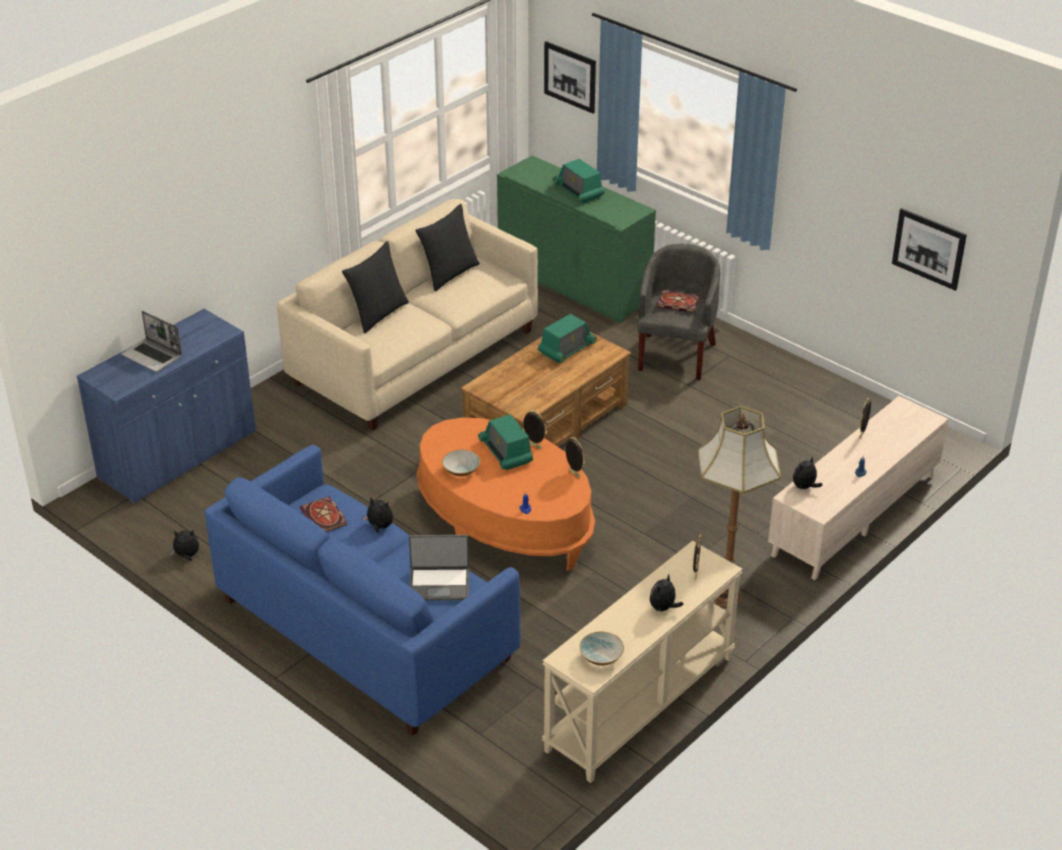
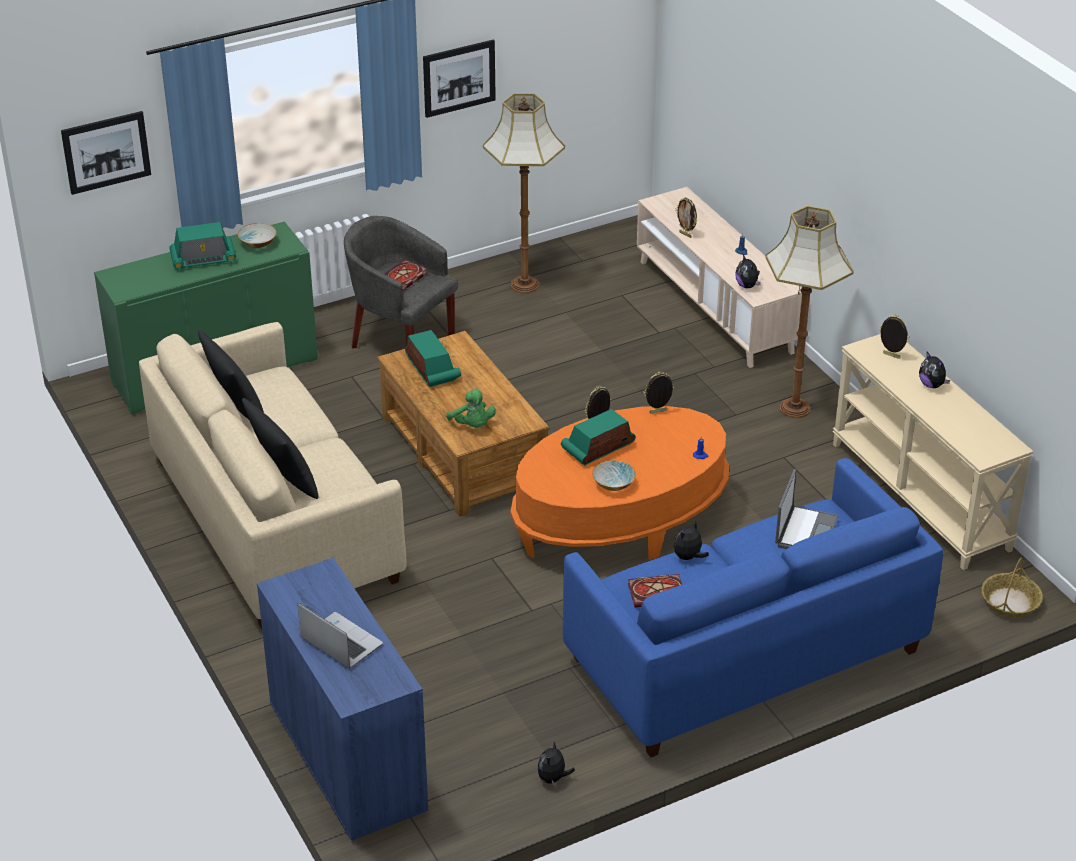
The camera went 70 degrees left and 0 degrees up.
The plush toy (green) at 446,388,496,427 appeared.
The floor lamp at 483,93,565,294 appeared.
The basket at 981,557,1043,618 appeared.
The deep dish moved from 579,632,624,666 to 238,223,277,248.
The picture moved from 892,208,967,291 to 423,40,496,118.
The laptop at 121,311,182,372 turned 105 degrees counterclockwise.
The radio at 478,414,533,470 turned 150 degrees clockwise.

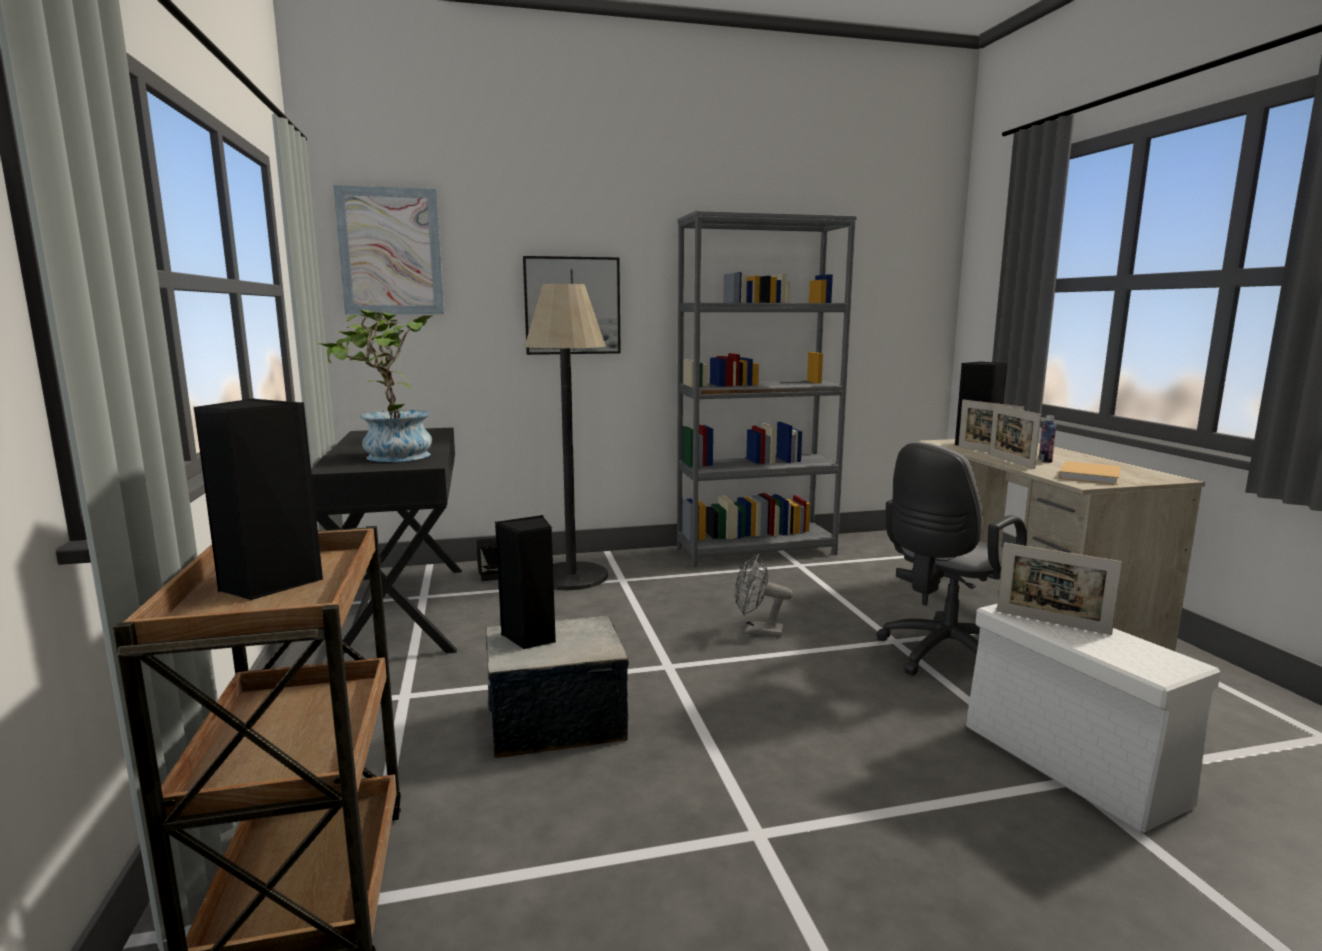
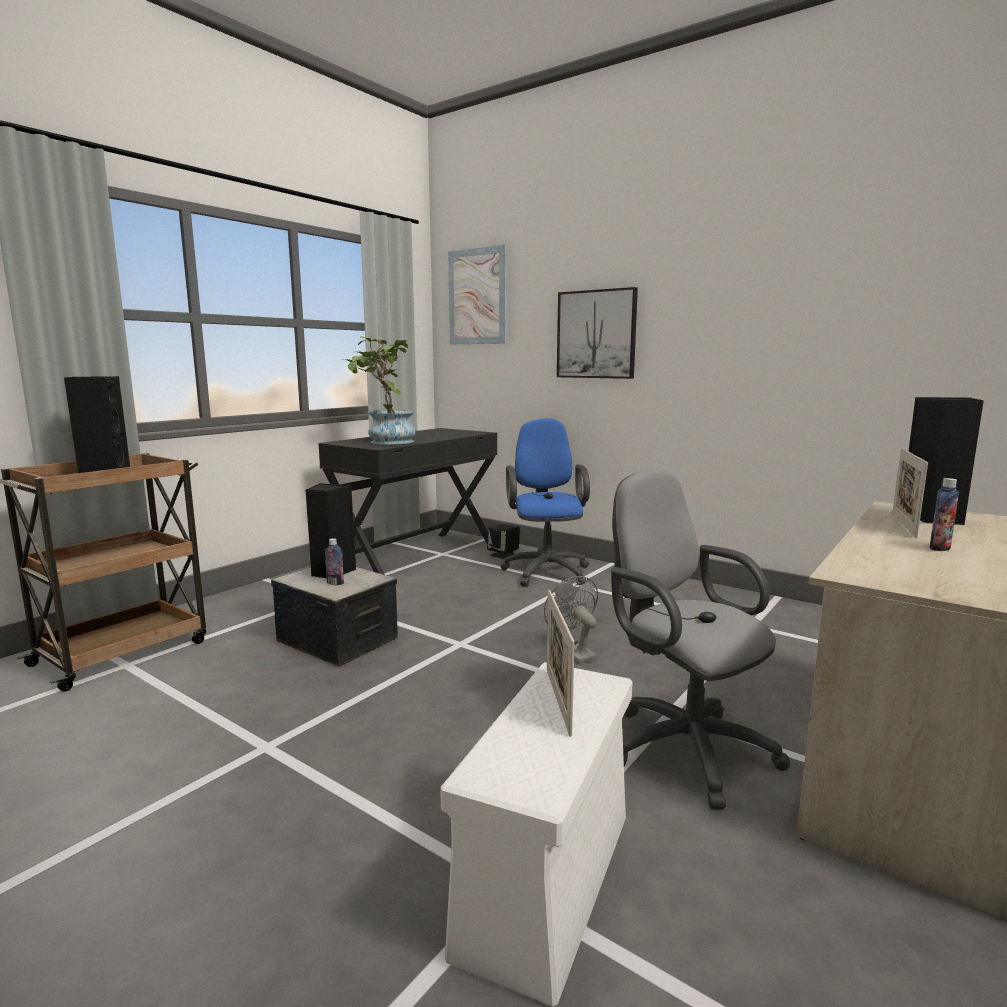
The camera went 50 degrees right and 0 degrees up.
The shelving unit (gray) at 677,210,857,567 disappeared.
The photo frame at 989,405,1041,469 disappeared.
The bound book (sand-coloured) at 1059,461,1121,485 disappeared.
The bottle at 325,538,344,585 appeared.
The floor lamp at 525,284,608,590 was replaced by the office chair (bluish) at 500,418,590,587.
The office chair (gray) at 876,442,1027,676 turned 45 degrees clockwise.

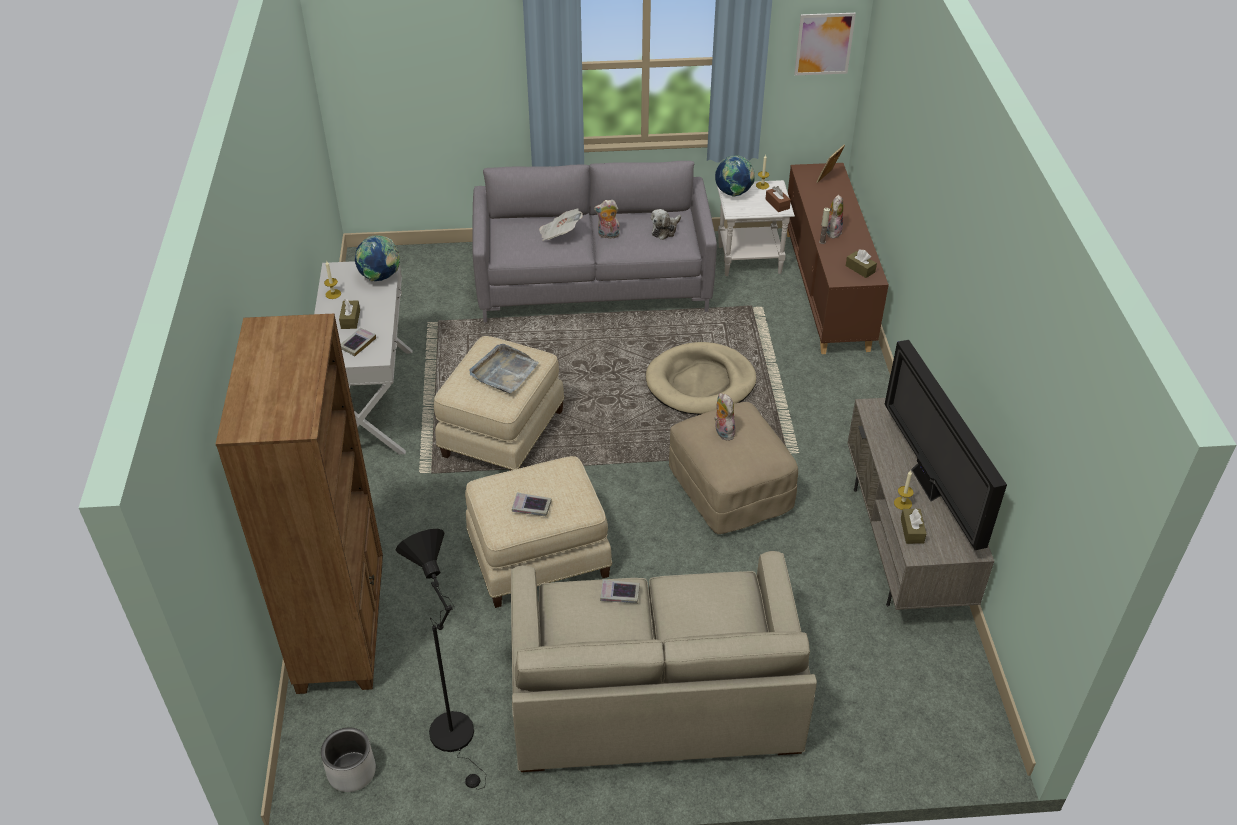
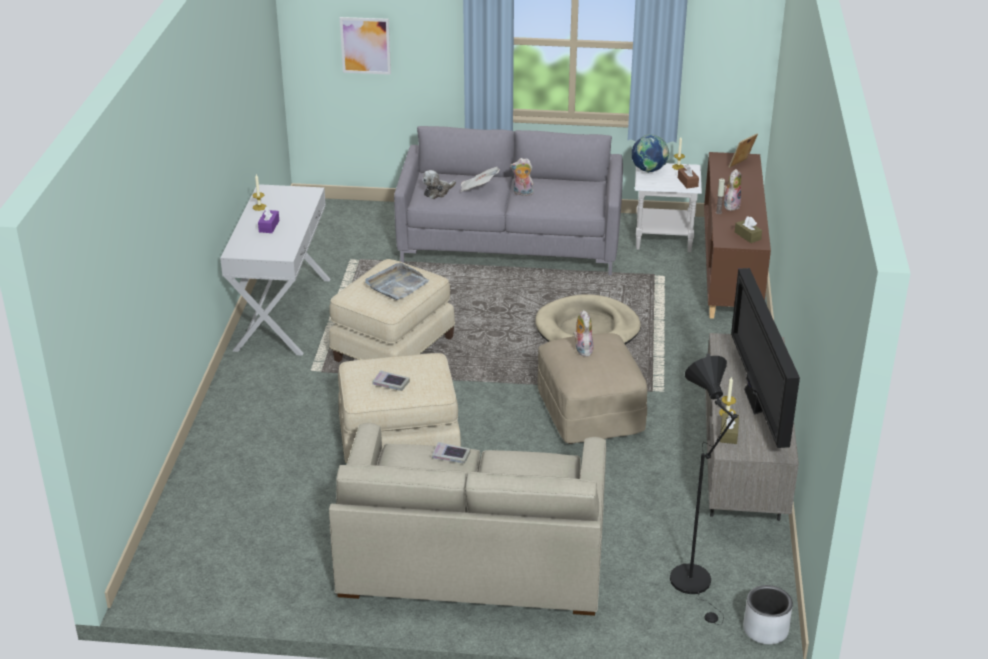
The camera went 10 degrees right and 10 degrees down.
The shelving unit (brown) at 216,314,383,694 disappeared.
The bound book at 341,328,376,356 disappeared.
The world globe at 355,235,400,281 disappeared.
The flower pot (gray) moved from 321,728,376,792 to 743,585,793,644.
The floor lamp (blackish) moved from 396,529,486,790 to 670,356,738,625.
The plush toy moved from 651,209,681,240 to 423,170,456,199.
The picture moved from 794,13,856,75 to 340,17,391,75.
The box of tissues (brown) at 339,299,360,329 became the box of tissues (purplish) at 258,207,279,233.

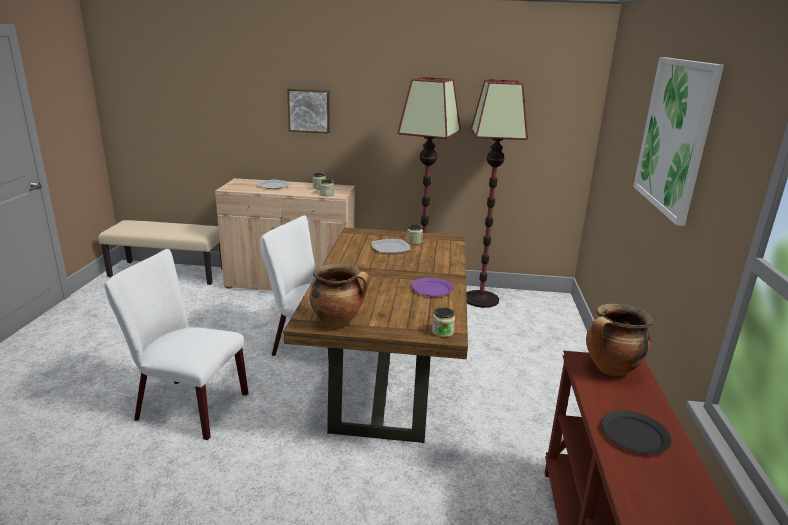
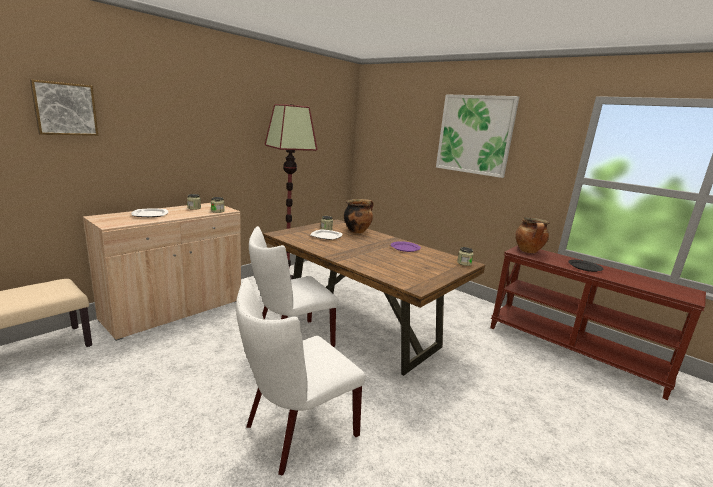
The camera went 55 degrees left and 5 degrees down.
The floor lamp at 466,79,528,308 disappeared.
The picture moved from 287,89,330,134 to 30,80,98,136.
The saucepot moved from 310,263,370,328 to 344,199,374,233.

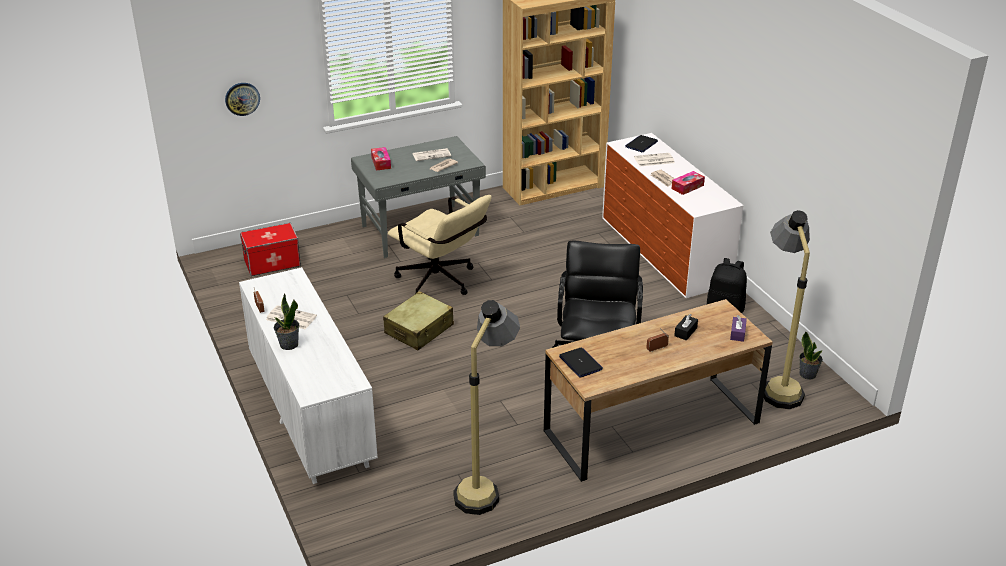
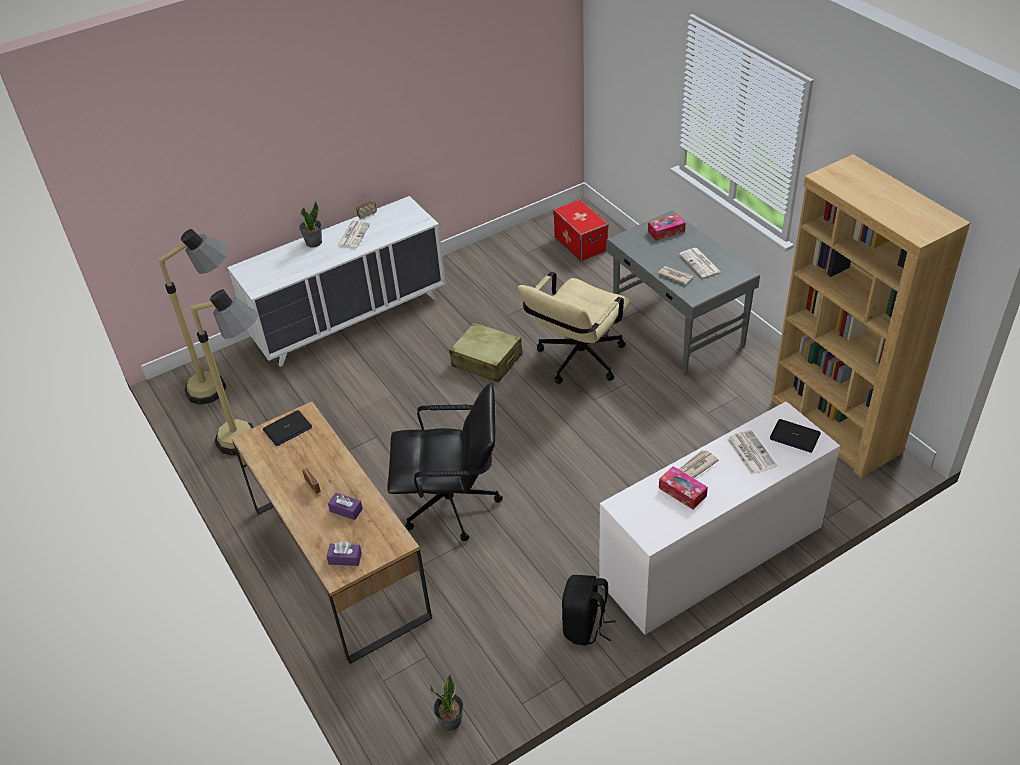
The camera went 85 degrees right and 10 degrees up.
The clock on the wall at 225,83,260,116 disappeared.
The floor lamp moved from 764,210,810,409 to 158,229,228,405.
The box of tissues (blackish) at 674,314,698,341 became the box of tissues (purplish) at 328,493,363,520.

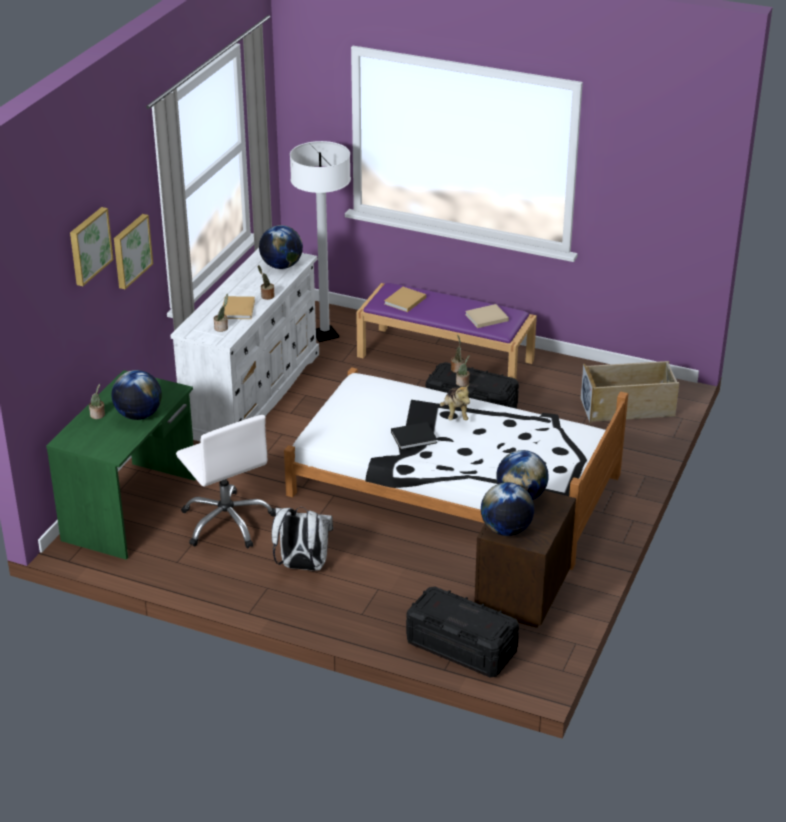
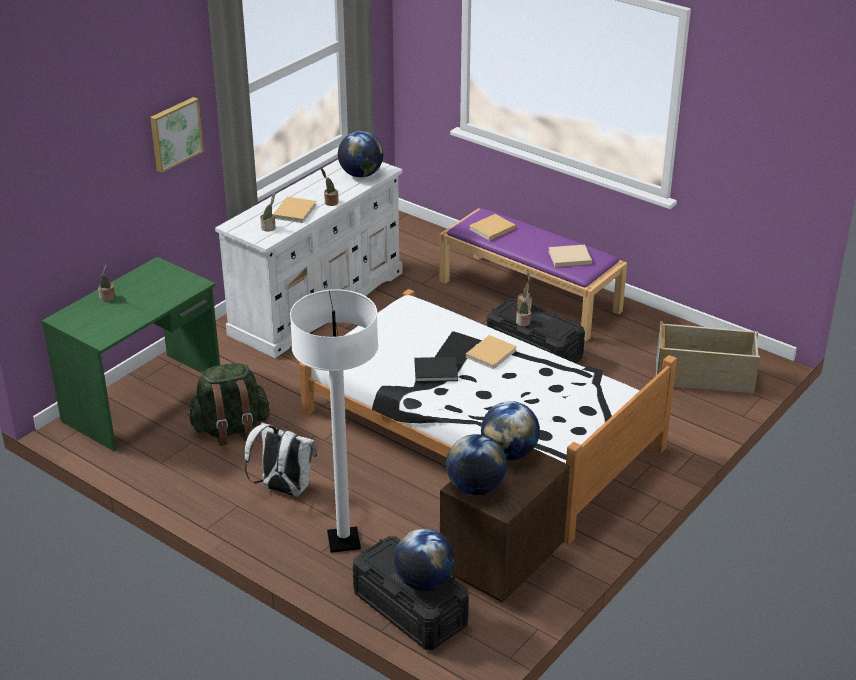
The camera went 15 degrees right and 0 degrees up.
The picture at 70,207,114,286 disappeared.
The world globe moved from 112,370,162,420 to 394,529,455,591.
The floor lamp (whitish) moved from 290,141,351,342 to 290,289,378,553.
The office chair (whitish) at 176,415,276,548 was replaced by the backpack (green) at 187,363,270,446.
The plush toy at 440,384,470,420 was replaced by the bound book (sand-coloured) at 466,335,517,369.

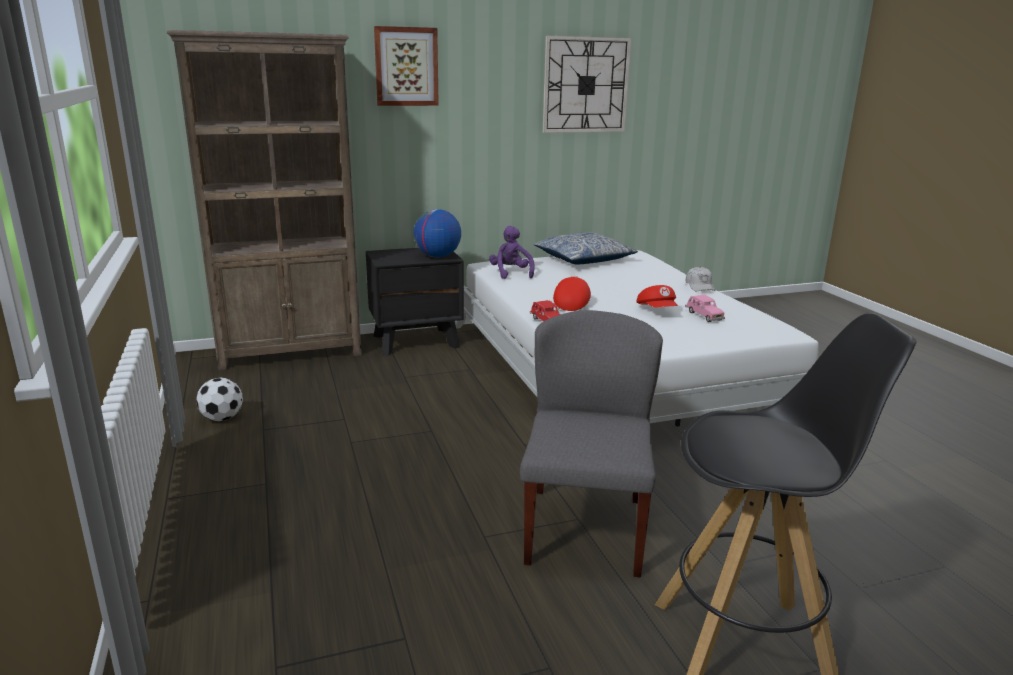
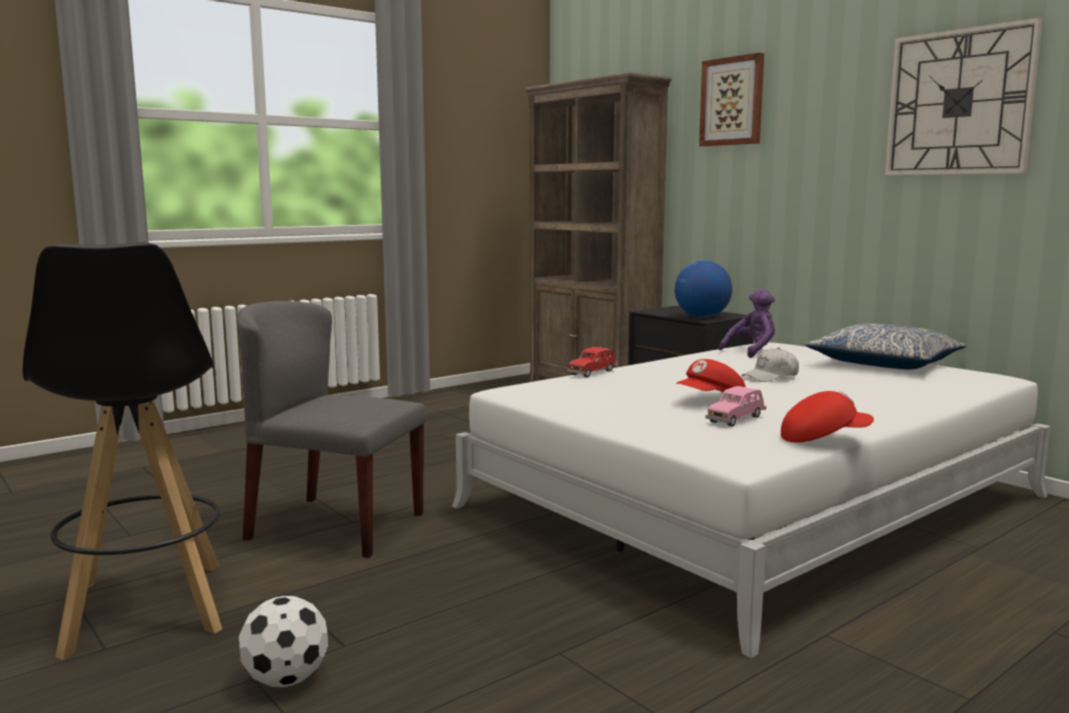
The camera went 70 degrees right and 10 degrees down.
The ball for football moved from 196,378,243,421 to 239,596,328,687.
The baseball cap (red) moved from 553,276,591,311 to 781,391,874,443.
The baseball cap (whitish) moved from 686,266,716,291 to 741,347,799,382.
The plain chair (gray) at 520,310,663,578 turned 150 degrees counterclockwise.

